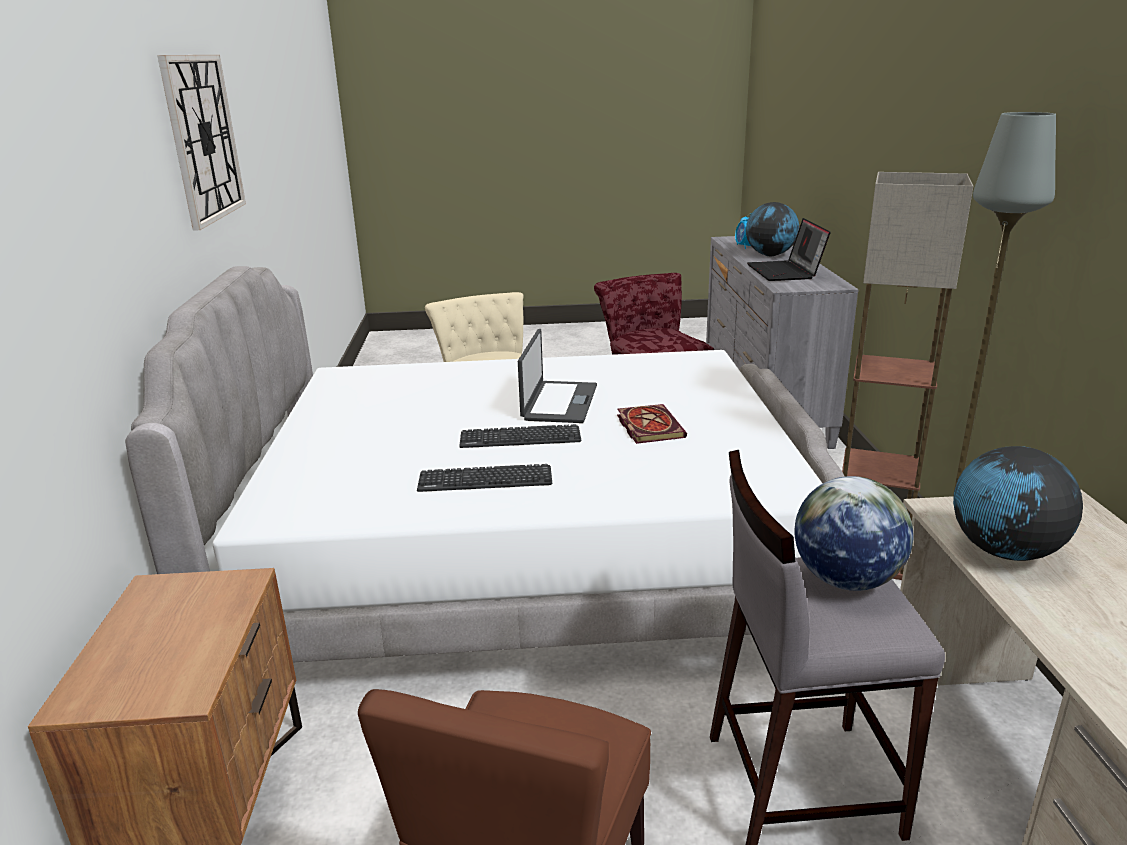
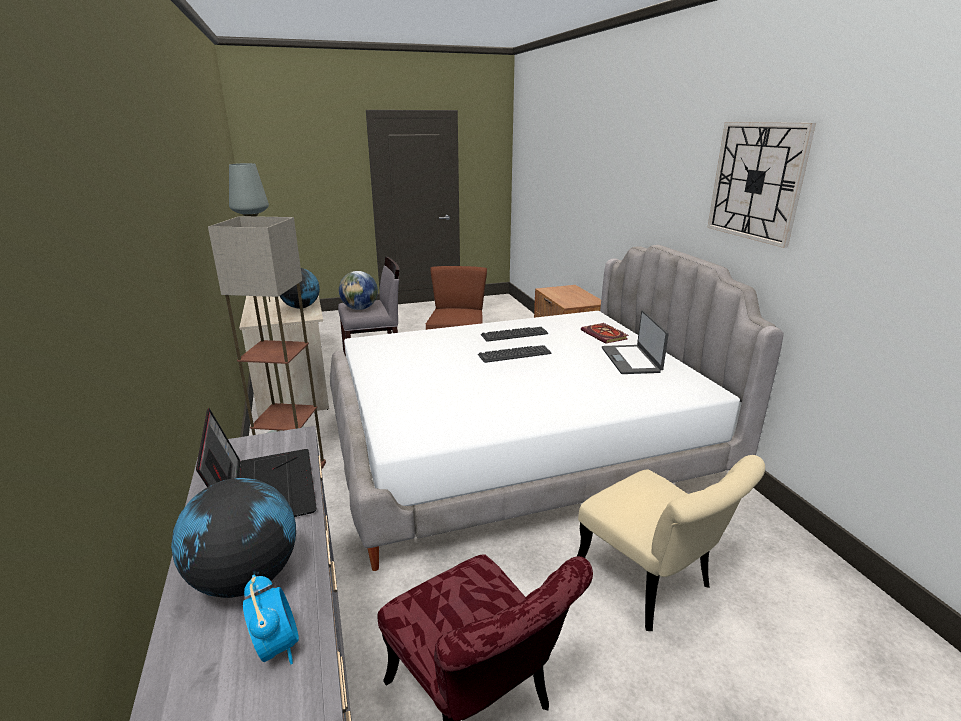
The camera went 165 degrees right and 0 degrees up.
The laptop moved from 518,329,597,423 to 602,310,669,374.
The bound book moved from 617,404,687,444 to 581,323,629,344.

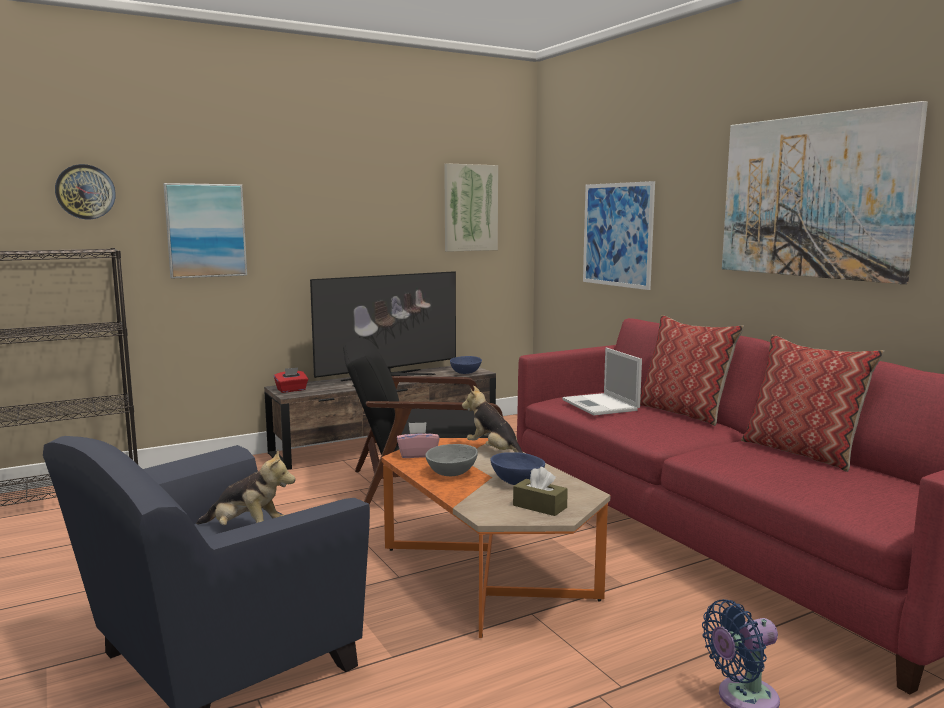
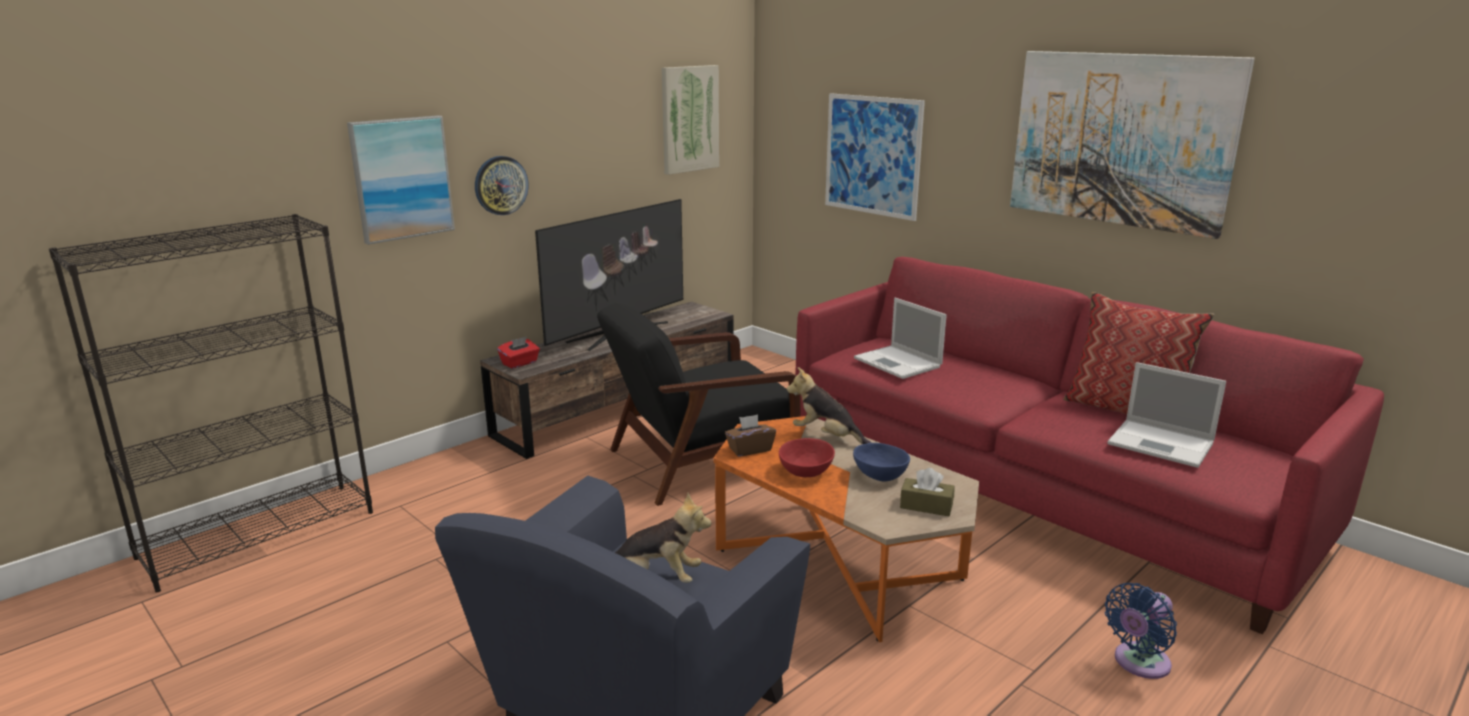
The camera went 15 degrees left and 10 degrees up.
The deep dish (bluish) at 450,356,482,374 disappeared.
The cushion at 640,315,744,426 disappeared.
The laptop at 1107,362,1226,468 appeared.
The clock on the wall moved from 55,164,116,219 to 475,156,529,215.
The box of tissues (pink-coloured) at 397,422,440,458 became the box of tissues (brown) at 725,414,776,457.
The deep dish (gray) at 425,444,478,476 became the deep dish (red) at 779,438,835,477.

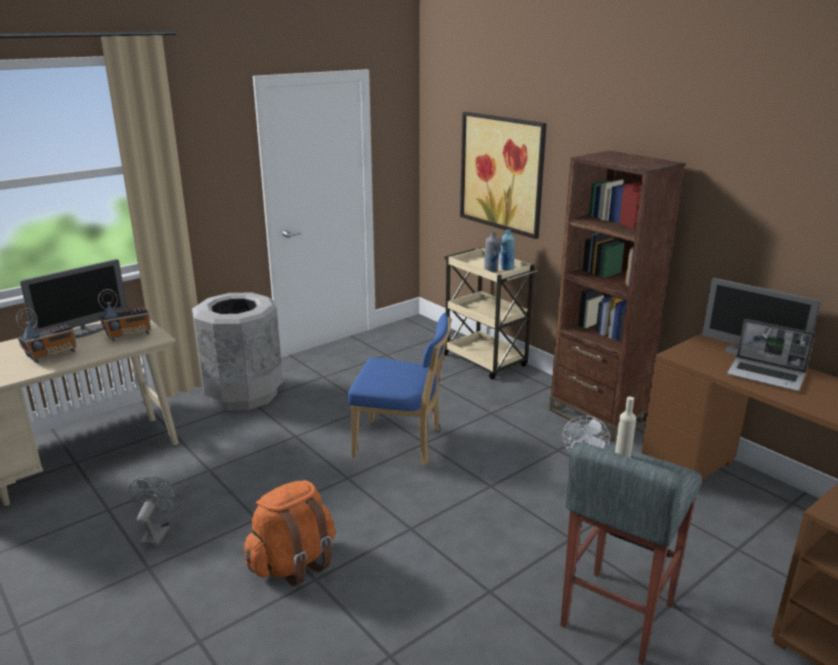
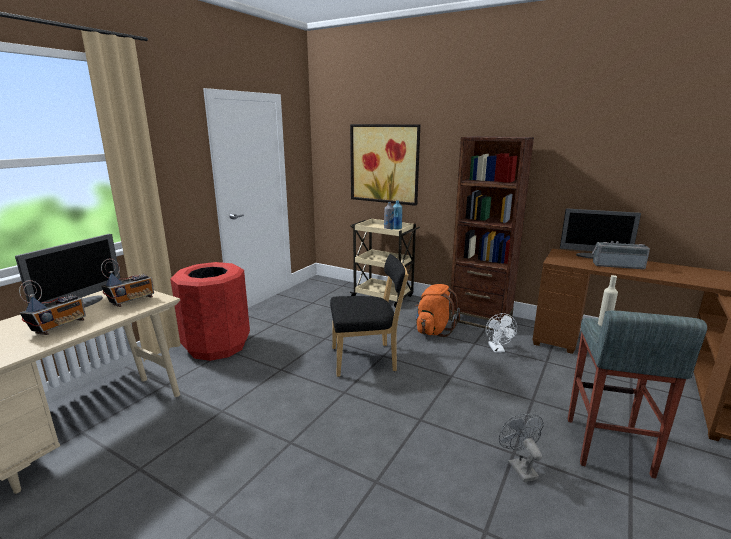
The camera went 20 degrees left and 5 degrees down.
The electric fan (gray) moved from 129,477,181,546 to 499,414,544,482.
The backpack (orangey) moved from 244,480,336,586 to 415,284,460,337.
The laptop at 727,319,815,391 was replaced by the radio at 592,241,650,269.
The rubbish bin (gray) at 192,293,283,411 became the rubbish bin (red) at 170,262,250,361.
The plain chair (bluish) at 348,313,452,466 became the plain chair (blackish) at 330,254,409,377.

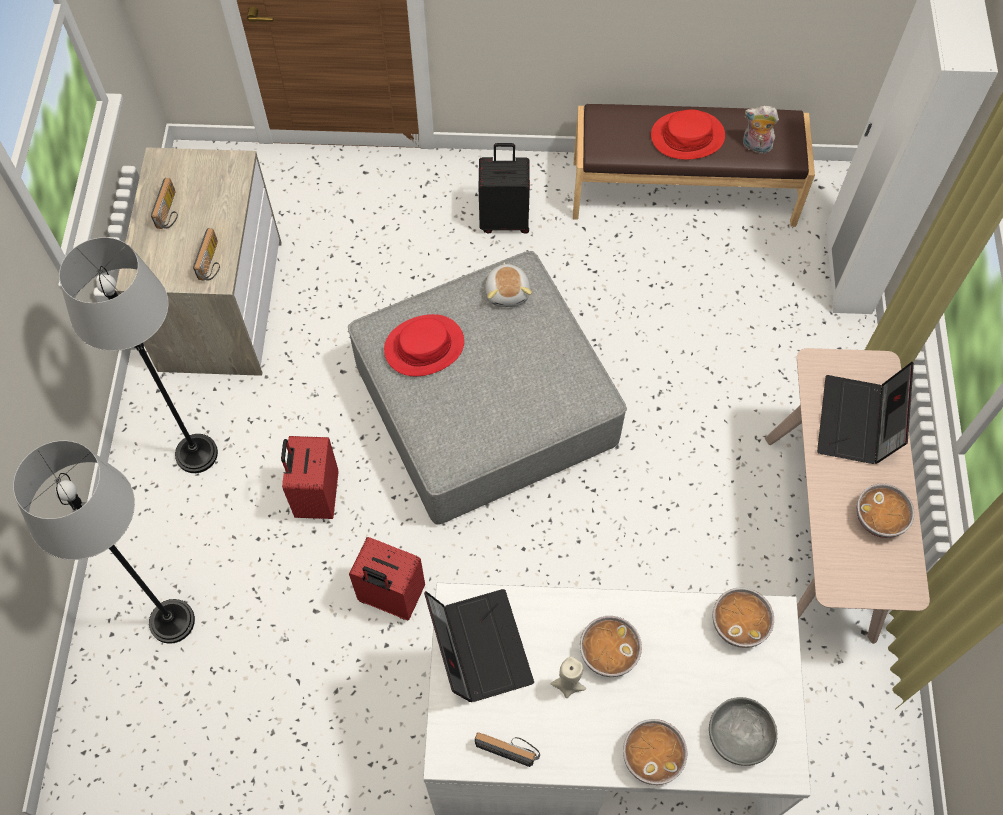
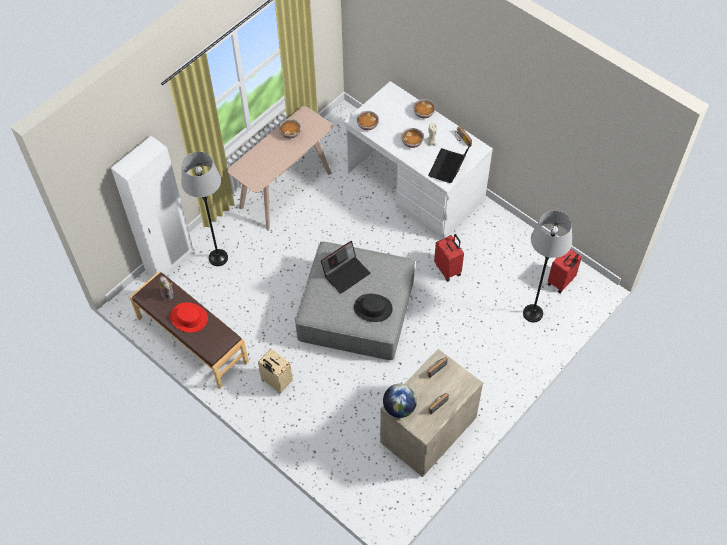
The camera went 140 degrees left and 5 degrees down.
The plush toy at 485,262,532,307 disappeared.
The deep dish (gray) at 709,697,778,766 disappeared.
The world globe at 383,384,417,418 appeared.
The floor lamp (gray) moved from 59,237,218,473 to 181,152,228,266.
The travel case (red) moved from 281,436,338,519 to 548,249,582,293.
The laptop moved from 817,362,914,464 to 321,241,371,294.
The clothing hat (red) at 384,314,464,376 became the clothing hat (blackish) at 354,294,393,322.
The travel case (blackish) at 479,143,530,234 became the travel case (sand-coloured) at 258,349,293,393.

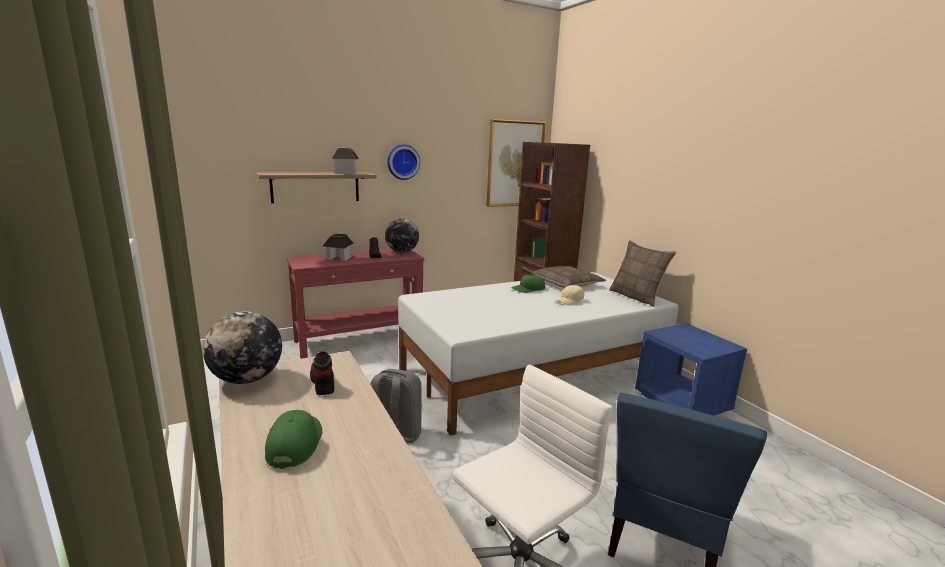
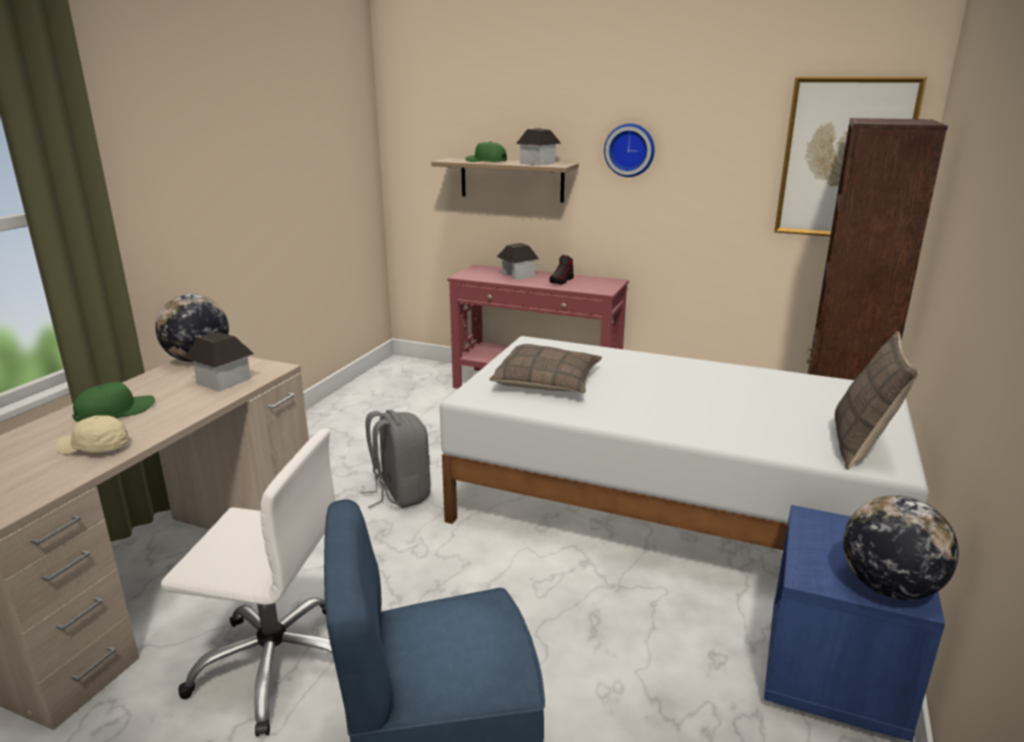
The camera went 50 degrees right and 5 degrees up.
The world globe moved from 385,219,419,253 to 844,495,959,600.
The baseball cap (green) moved from 511,275,545,293 to 465,141,507,162.
The cushion moved from 532,266,606,288 to 489,344,602,393.
The baseball cap (sand-coloured) moved from 557,285,584,305 to 56,415,129,455.
The shoe at 310,351,334,395 was replaced by the toy house at 184,332,254,392.

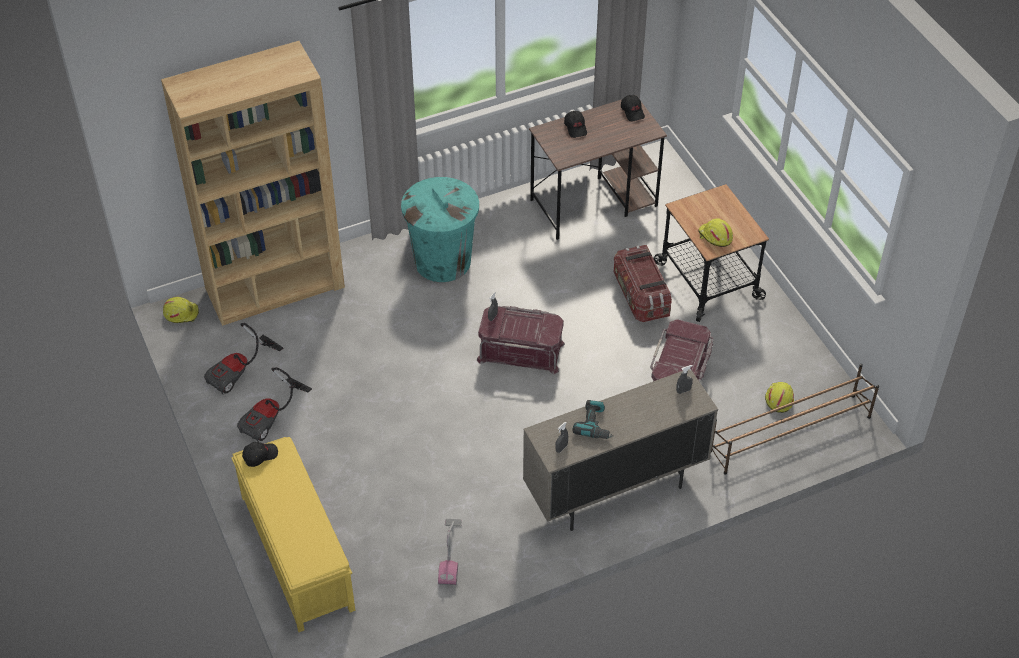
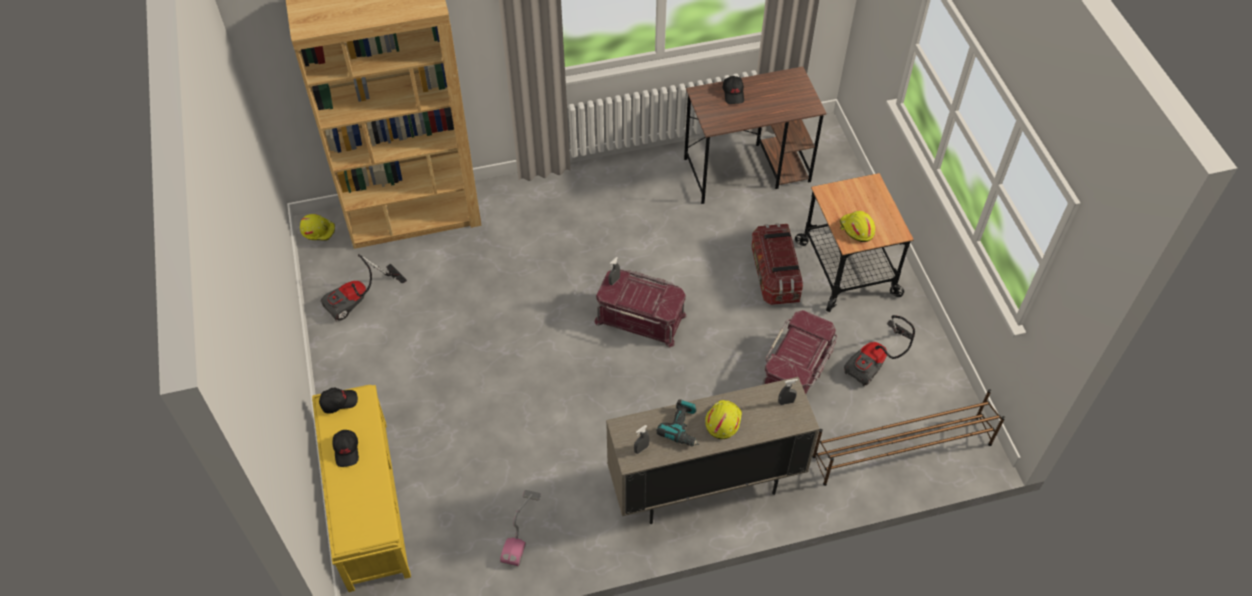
The camera went 10 degrees right and 5 degrees up.
The rubbish bin (blue-green) at 401,177,479,282 disappeared.
The vacuum moved from 237,367,312,442 to 844,315,915,387.
The baseball cap (blackish) moved from 621,95,645,121 to 333,430,359,467.
The work helmet (yellow) moved from 765,382,794,413 to 705,400,742,439.

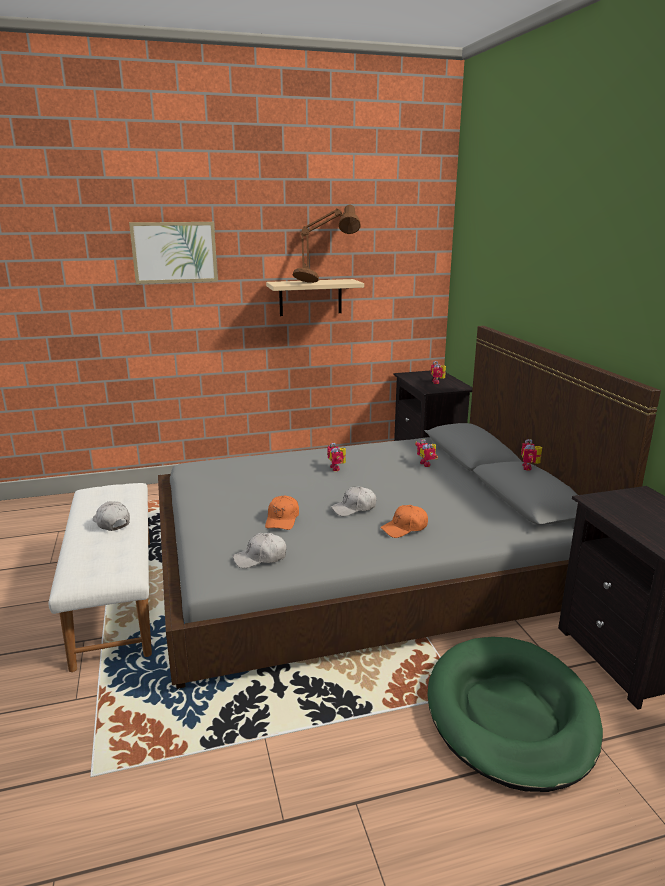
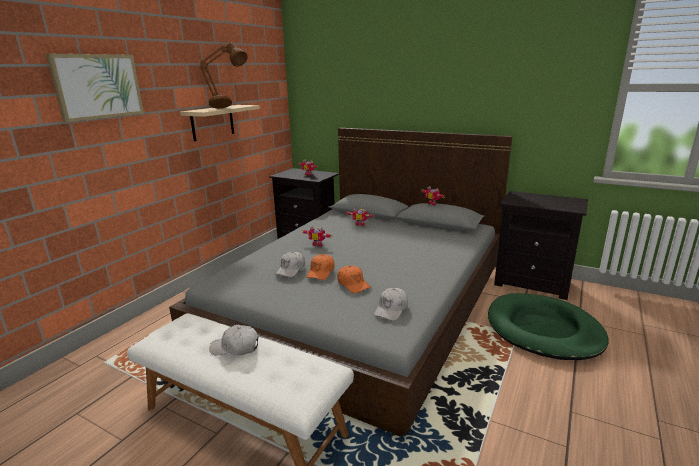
The camera went 45 degrees left and 0 degrees up.
The baseball cap (whitish) moved from 331,486,376,516 to 275,252,305,277.
The baseball cap (orangey) moved from 380,505,428,538 to 307,254,335,280.

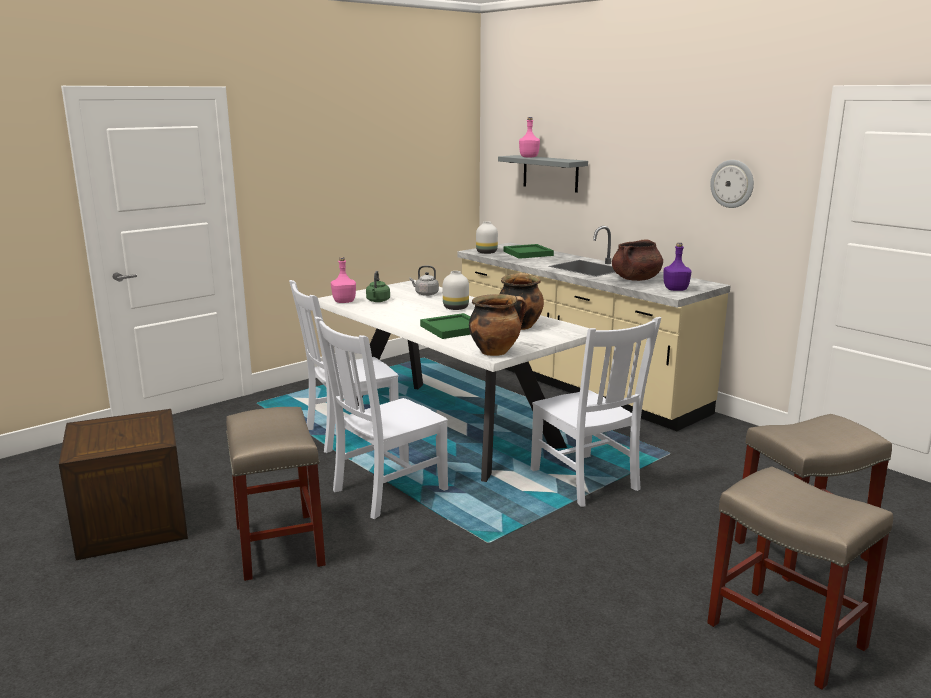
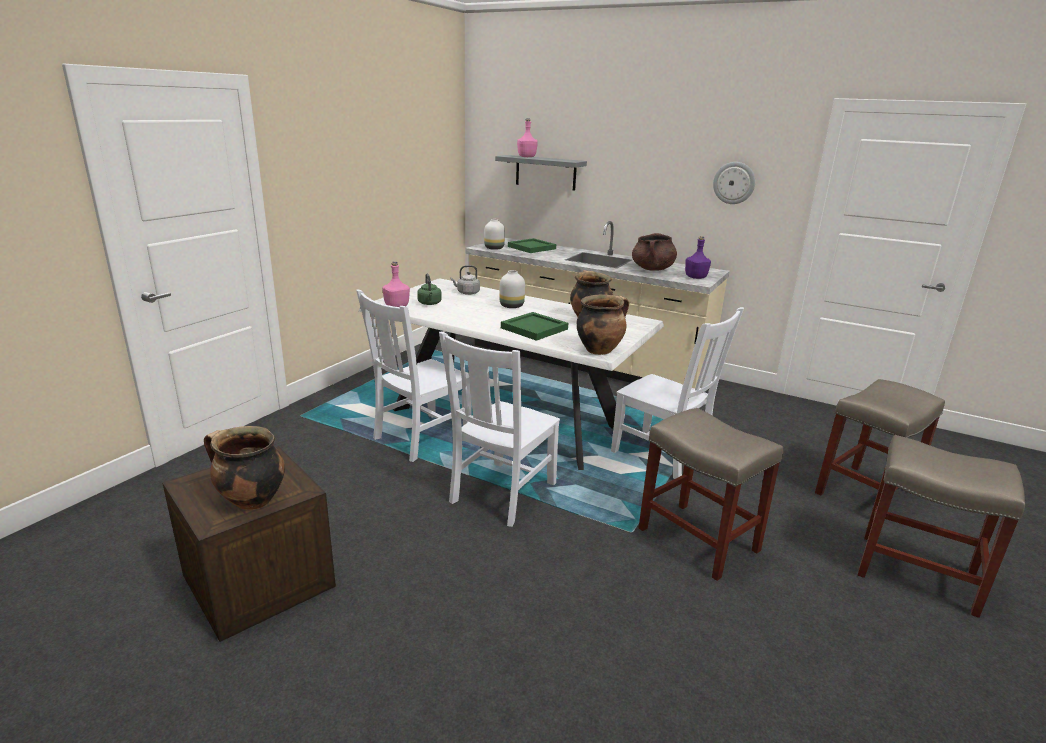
The camera went 20 degrees left and 5 degrees up.
The saucepot at 204,426,285,510 appeared.
The stool seat (sand-coloured) moved from 226,407,326,581 to 639,408,783,581.

